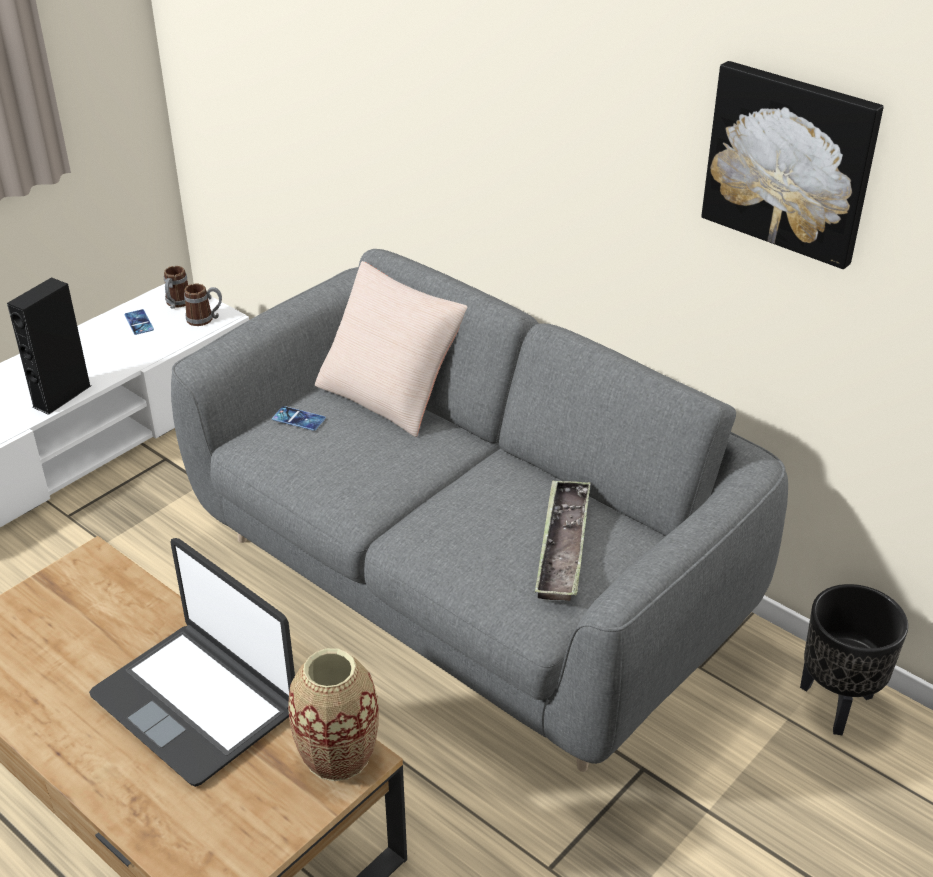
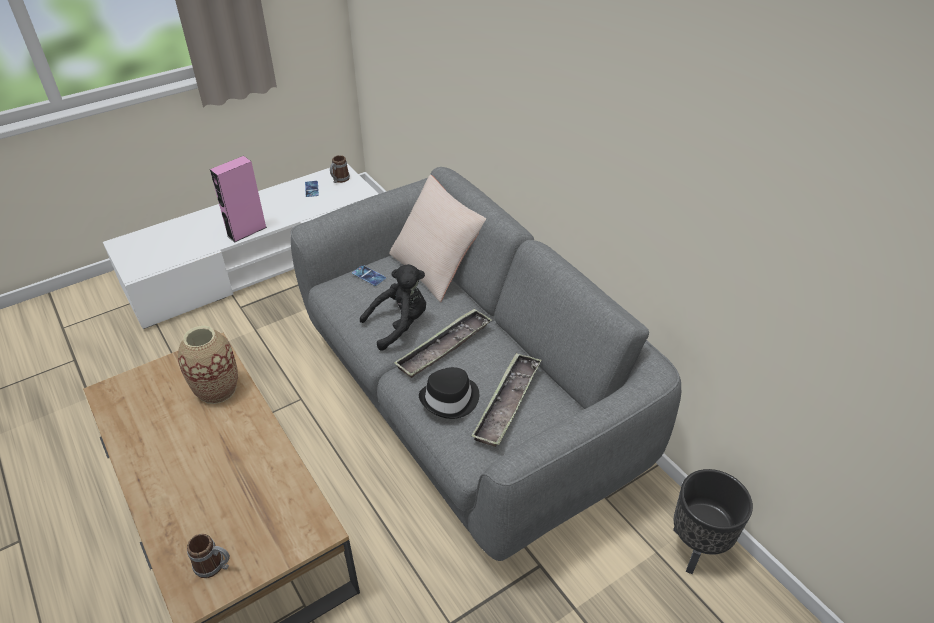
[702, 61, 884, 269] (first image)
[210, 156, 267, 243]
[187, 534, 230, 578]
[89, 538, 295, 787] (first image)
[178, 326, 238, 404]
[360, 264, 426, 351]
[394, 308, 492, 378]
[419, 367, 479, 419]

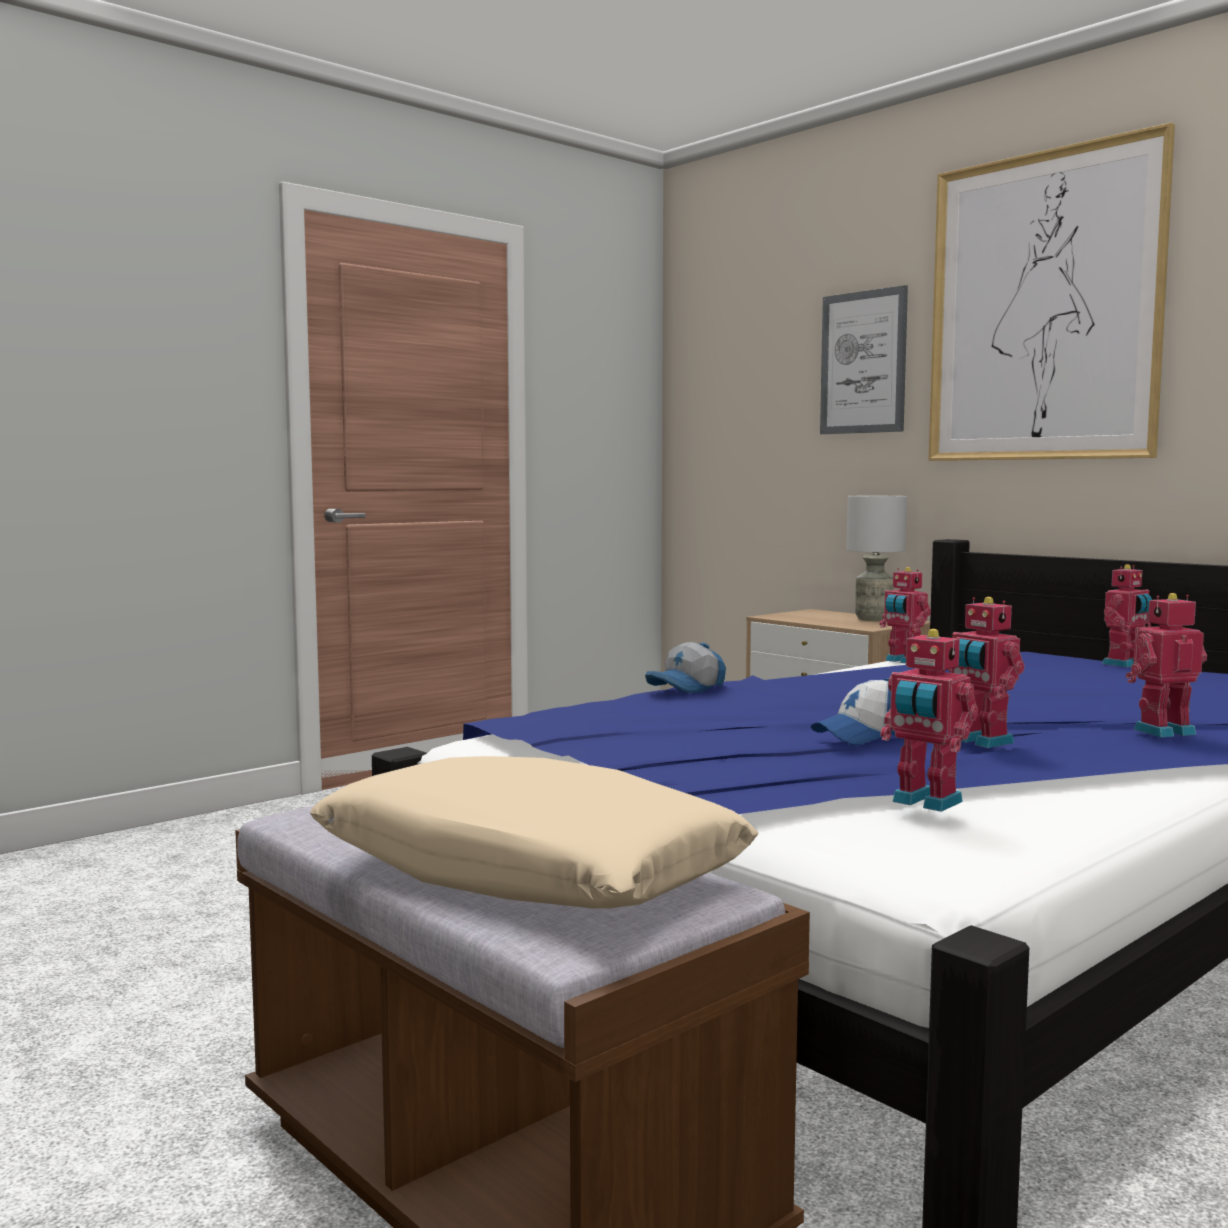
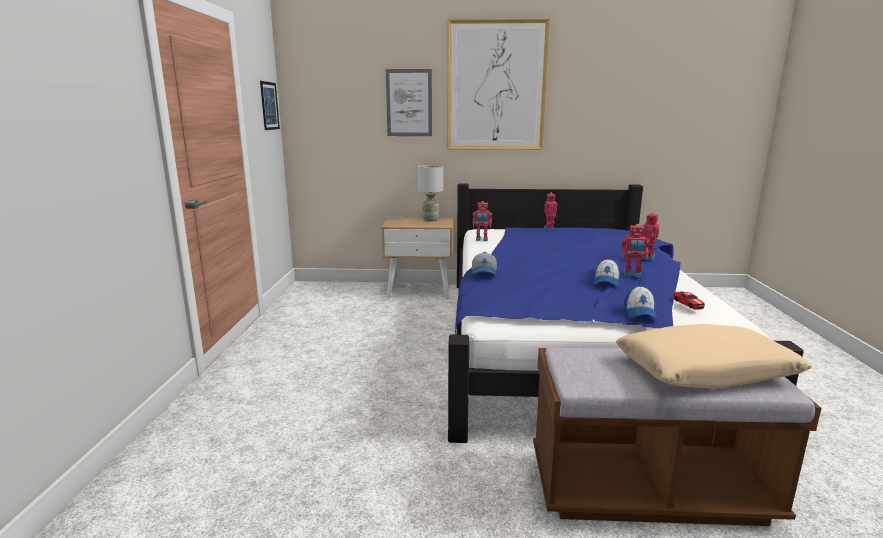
[673, 291, 705, 310]
[260, 81, 280, 130]
[624, 285, 657, 319]

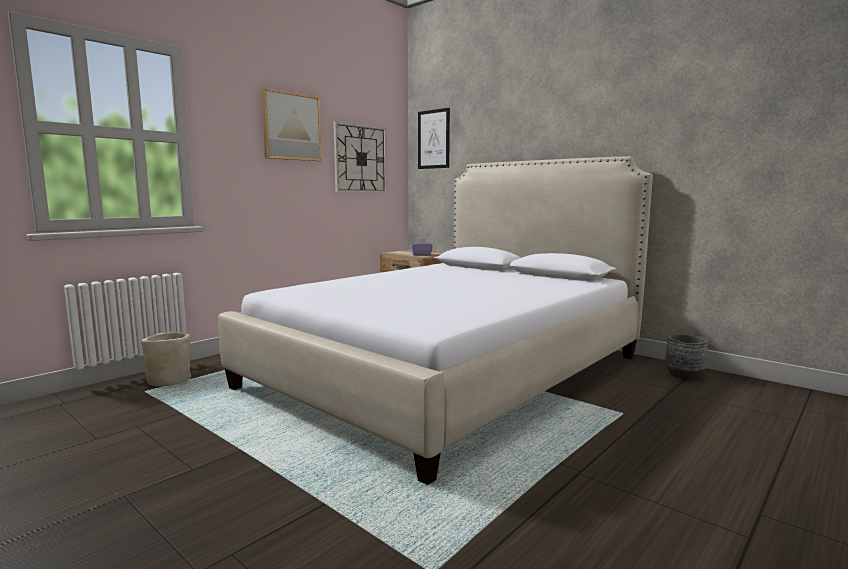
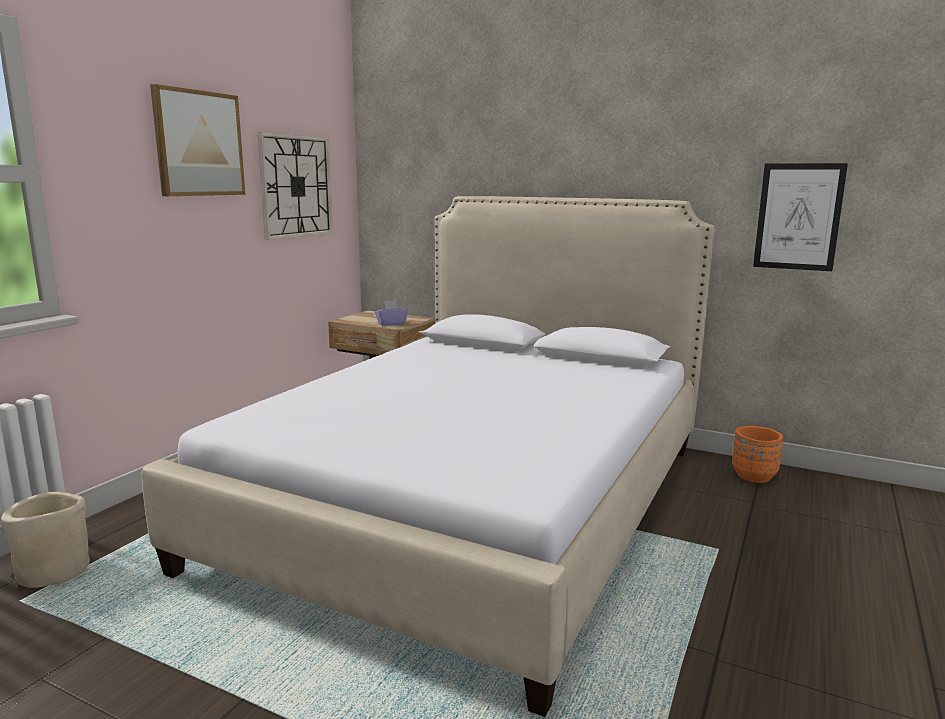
[753, 163, 848, 271]
[732, 426, 783, 483]

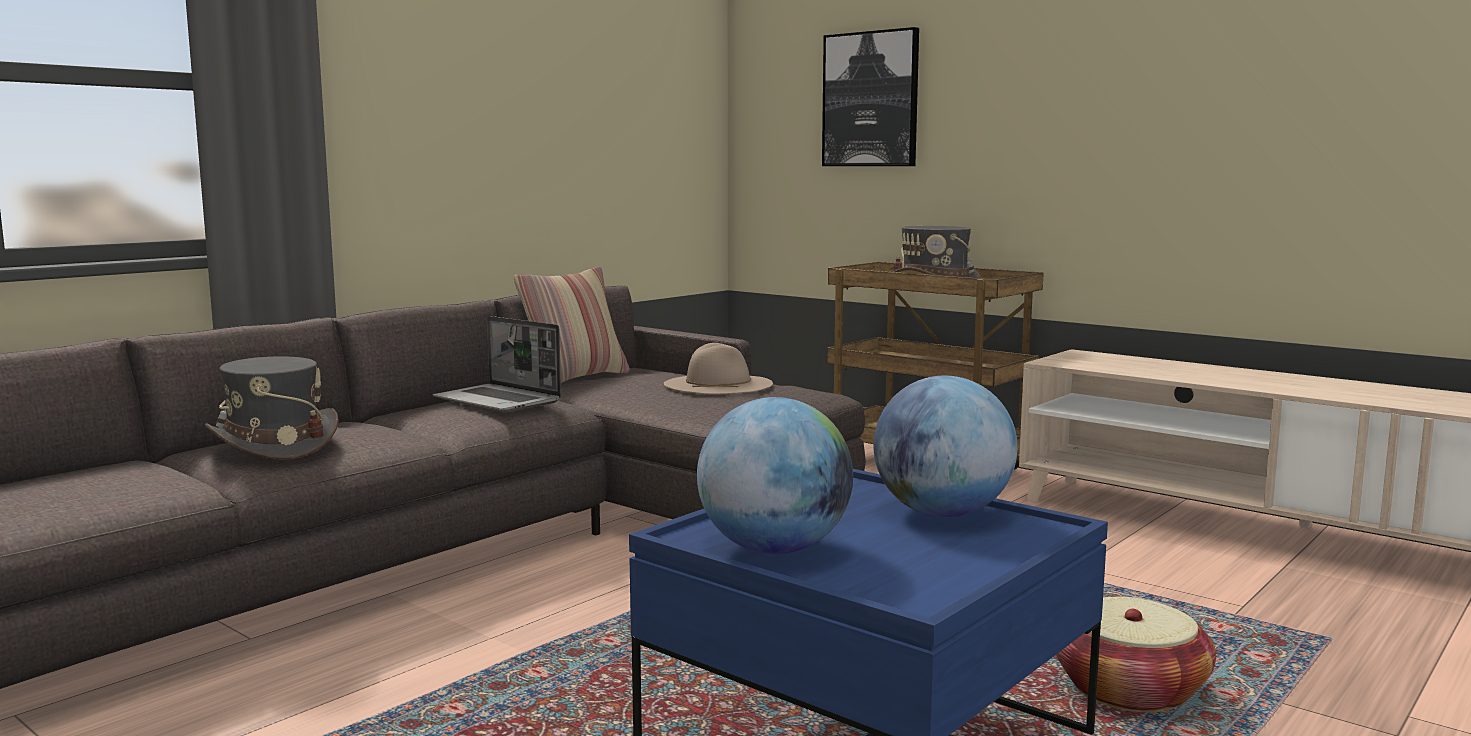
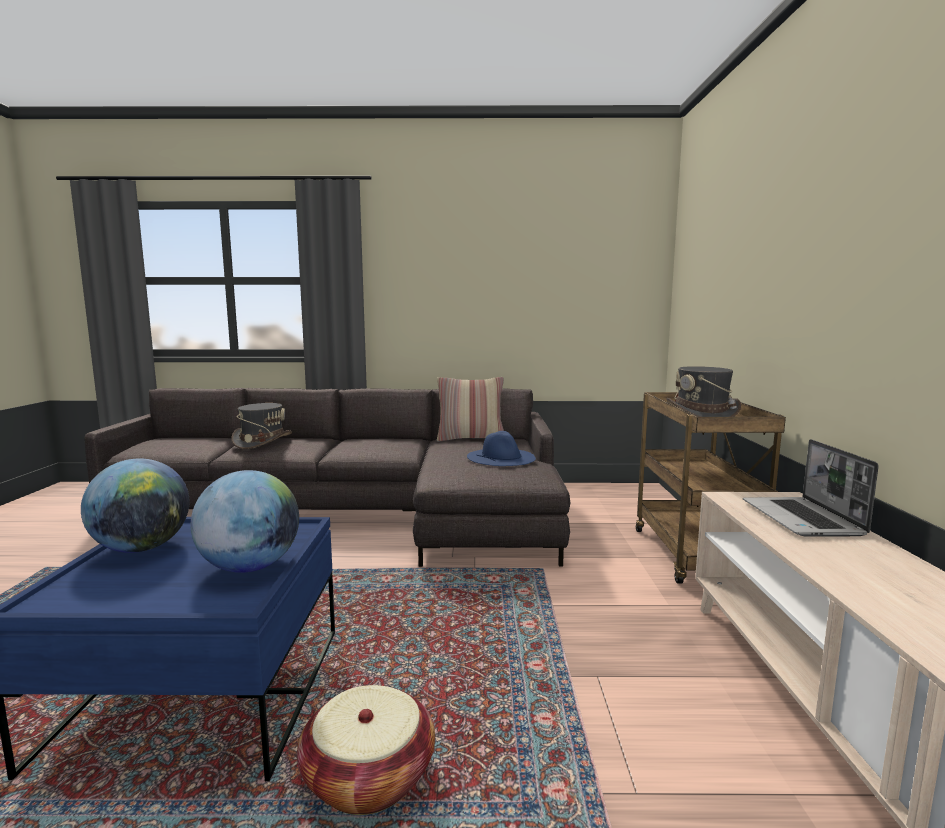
[822, 27, 919, 166] (first image)
[743, 439, 879, 536]
[467, 431, 536, 466]

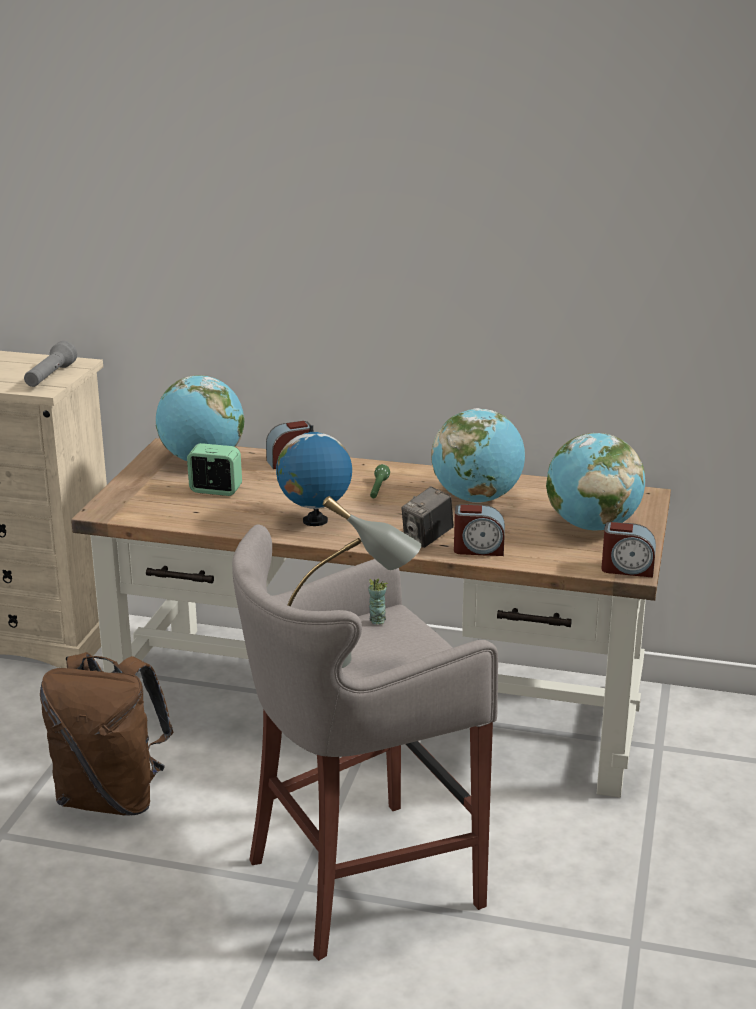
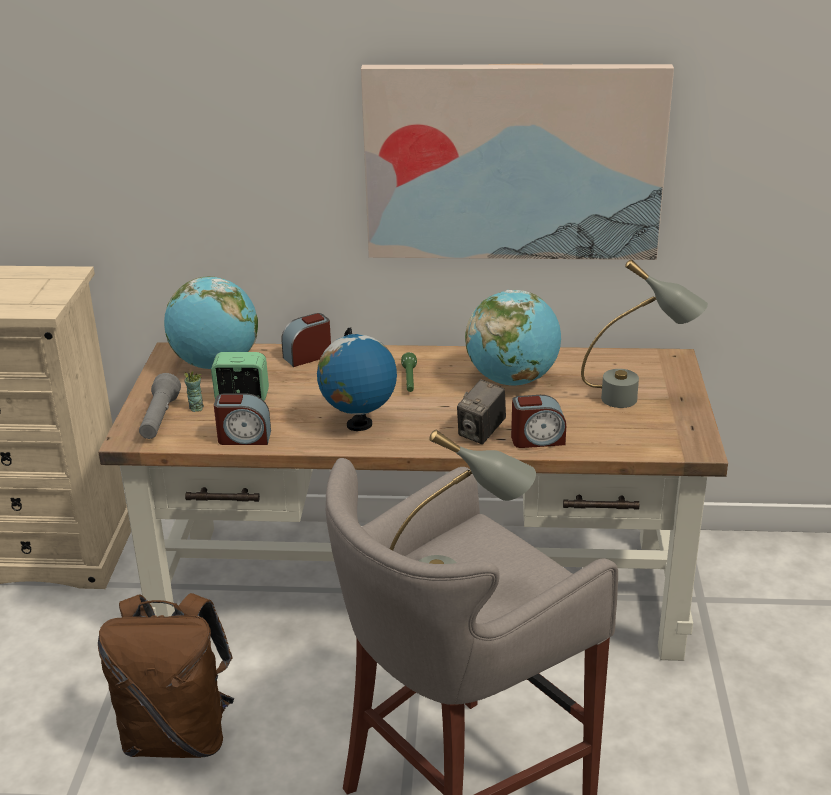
[139, 373, 181, 439]
[581, 259, 708, 408]
[214, 393, 271, 445]
[184, 371, 204, 412]
[361, 64, 674, 260]

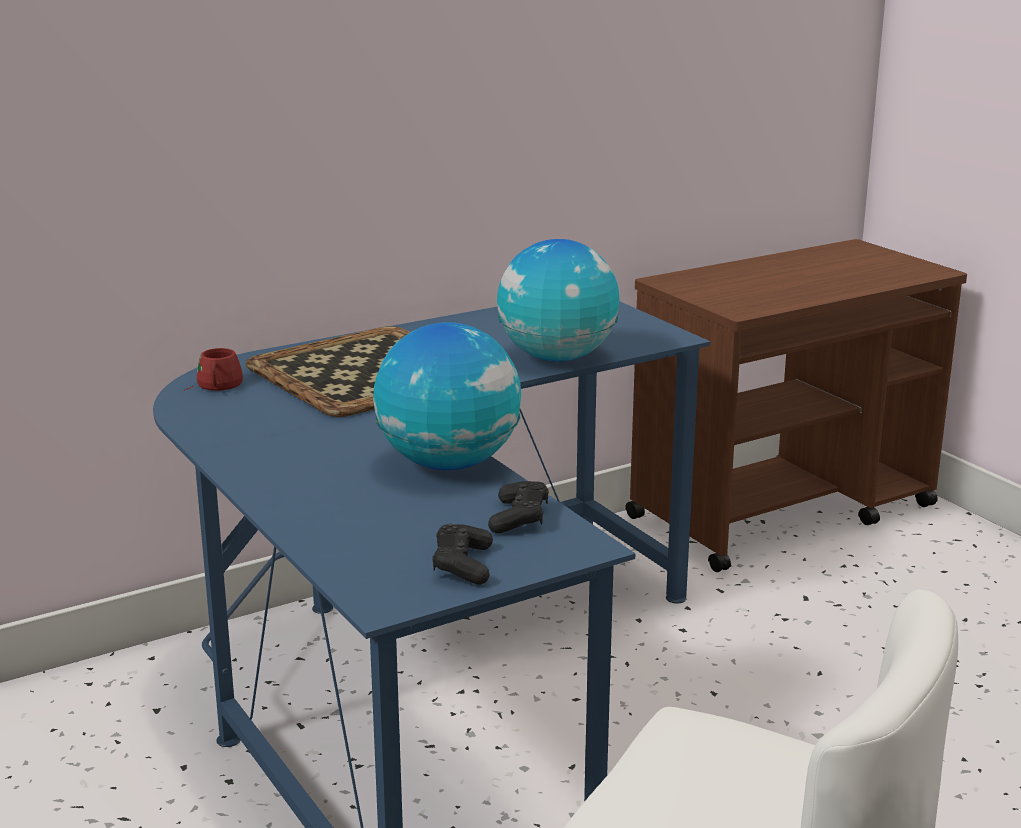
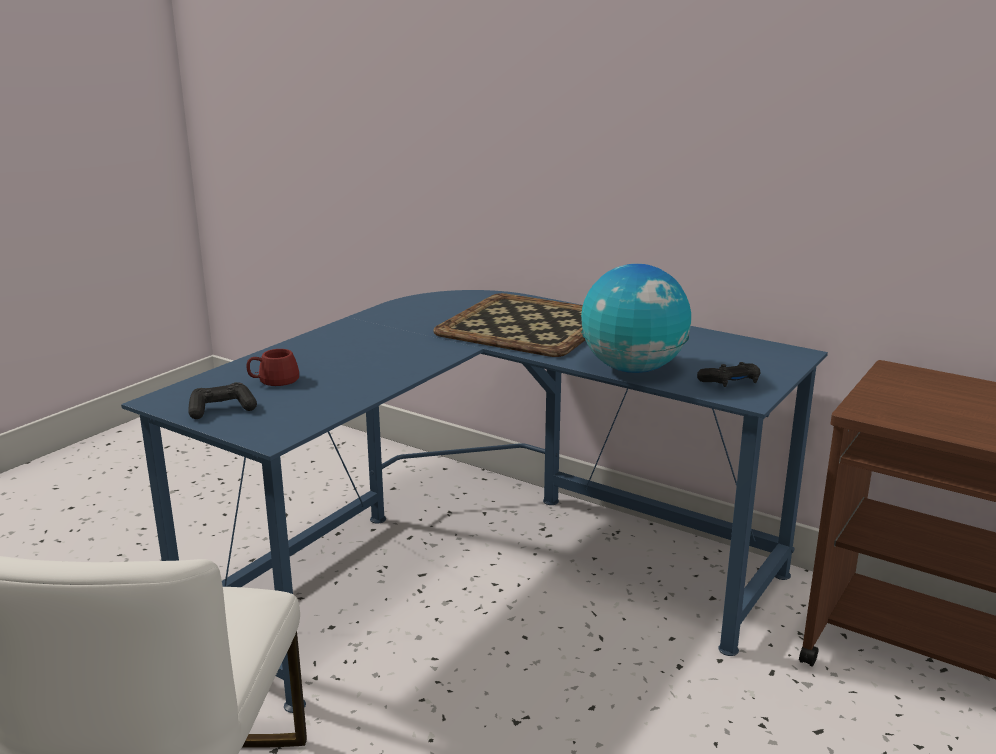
[373, 322, 521, 470] (first image)
[246, 349, 299, 386]
[697, 362, 760, 387]

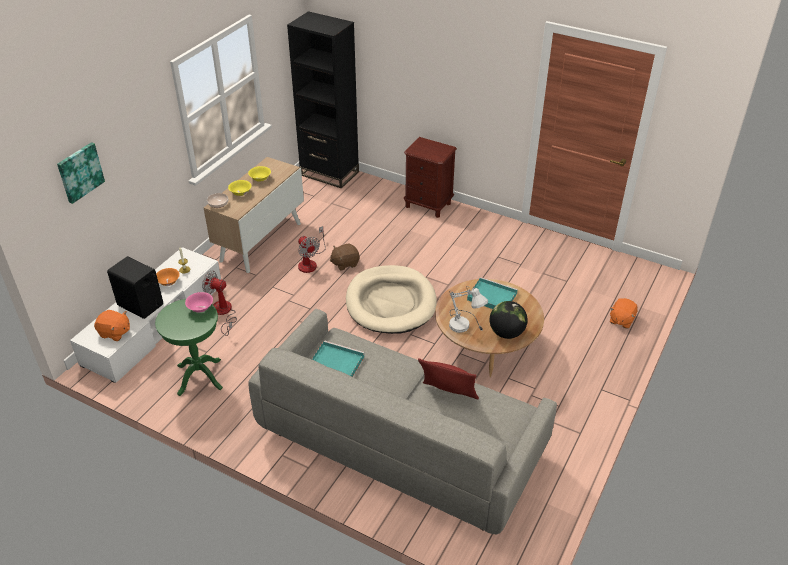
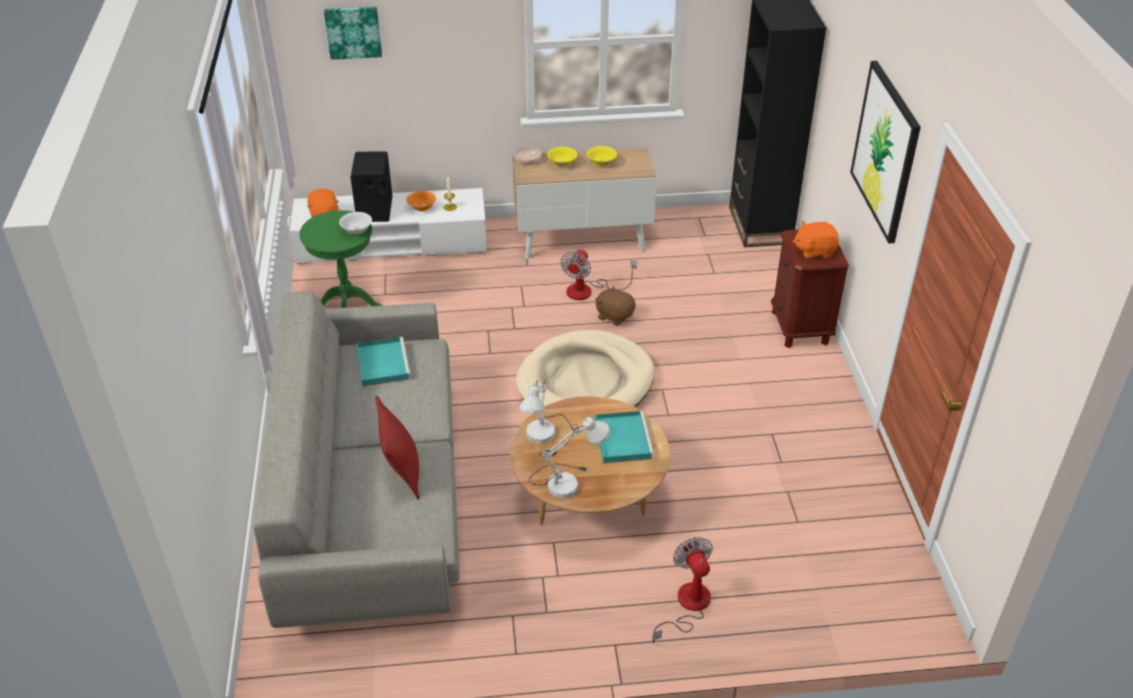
[653, 537, 713, 643]
[339, 212, 372, 234]
[793, 221, 839, 259]
[529, 417, 611, 498]
[850, 61, 921, 244]

